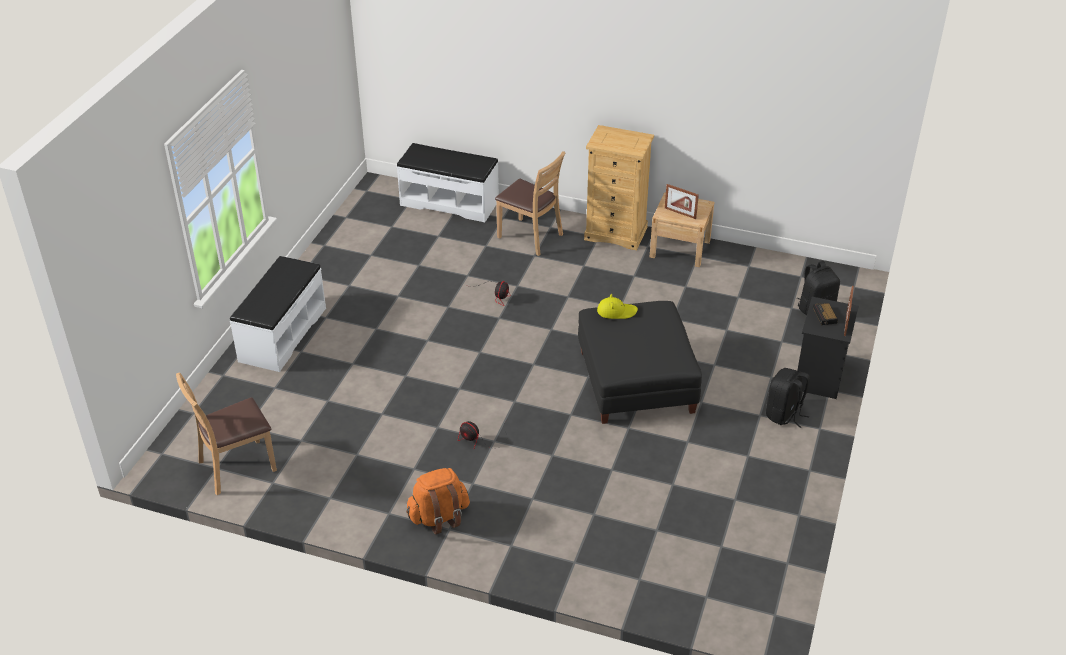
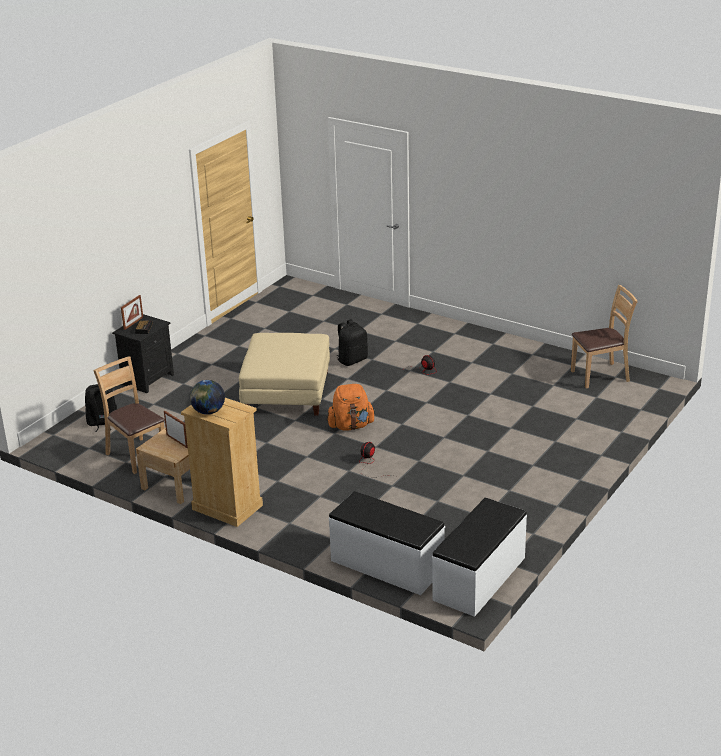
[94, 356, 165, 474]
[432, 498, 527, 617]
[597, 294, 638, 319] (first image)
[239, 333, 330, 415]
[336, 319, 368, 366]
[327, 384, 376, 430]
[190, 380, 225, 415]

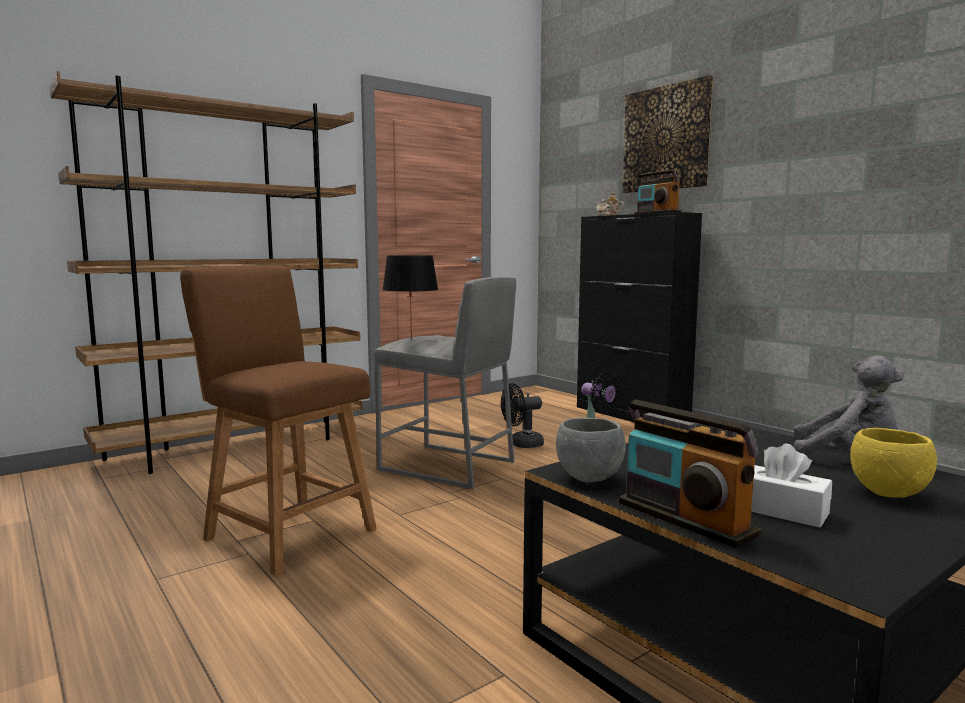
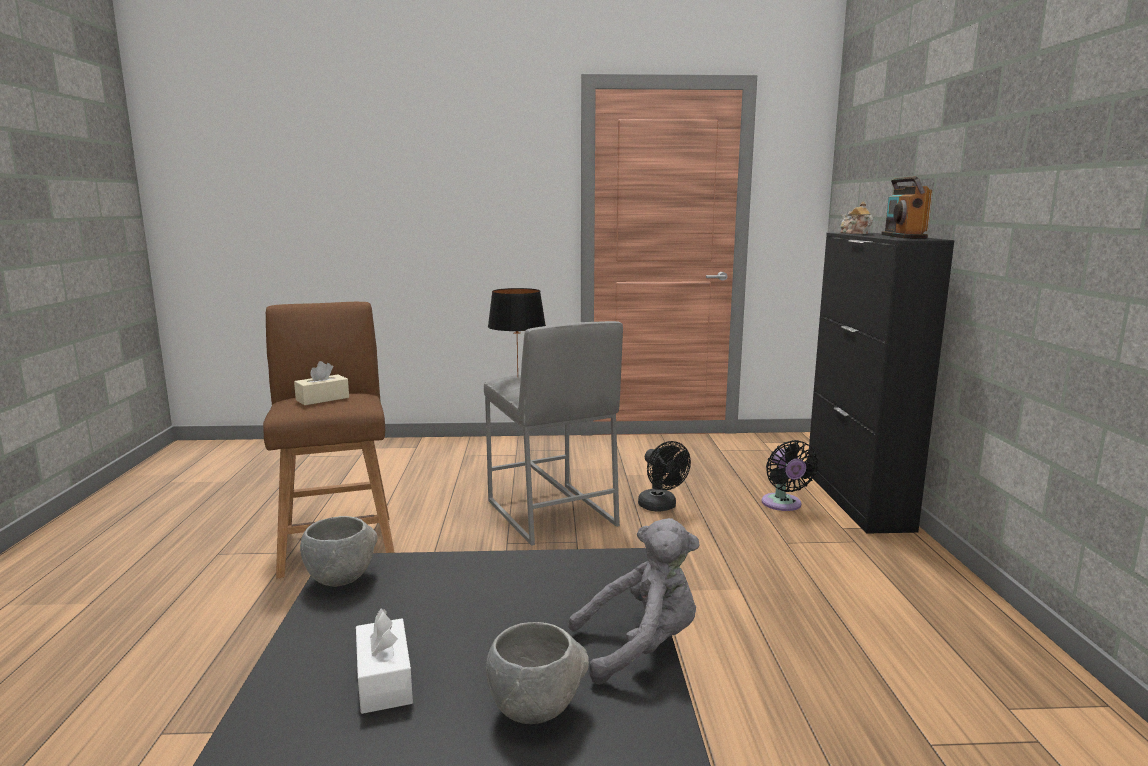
[50, 71, 362, 474] (first image)
[623, 75, 713, 193] (first image)
[568, 518, 700, 685]
[638, 441, 691, 512]
[619, 400, 761, 548] (first image)
[486, 622, 589, 724]
[294, 361, 349, 405]

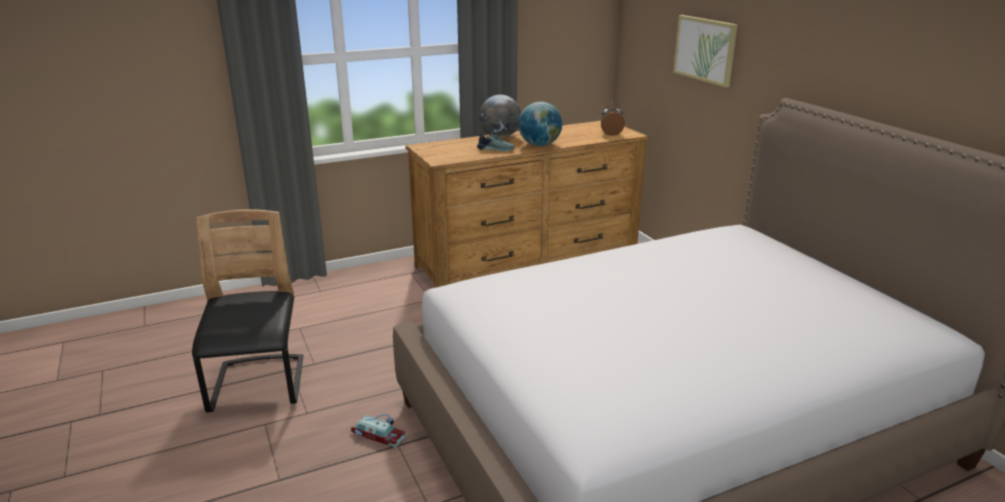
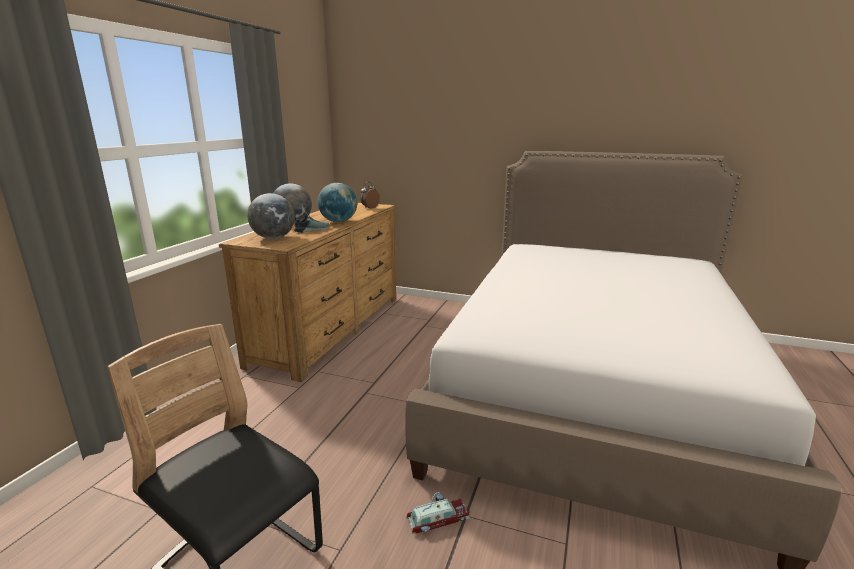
[673, 15, 738, 87] (first image)
[247, 193, 295, 239]

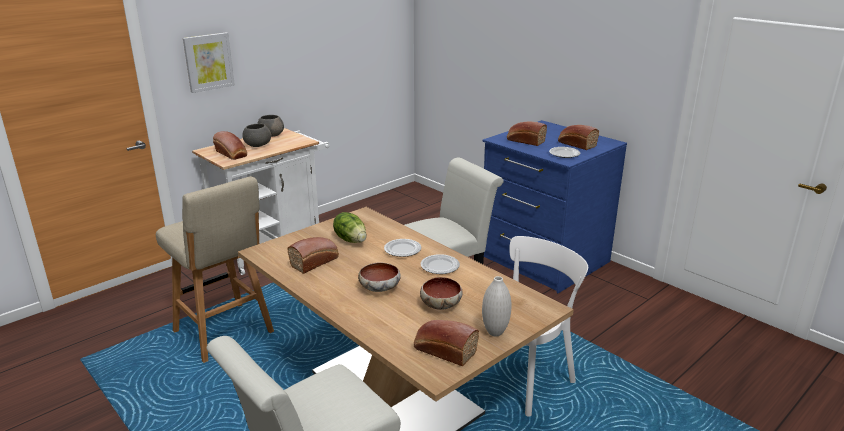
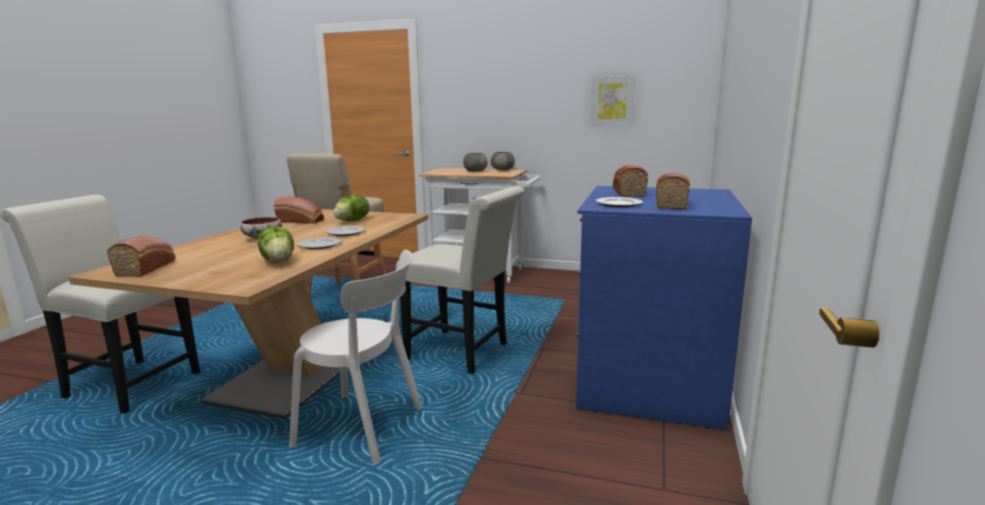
[590, 75, 635, 126]
[213, 131, 247, 160] (first image)
[482, 276, 511, 336] (first image)
[420, 277, 462, 310] (first image)
[258, 226, 294, 263]

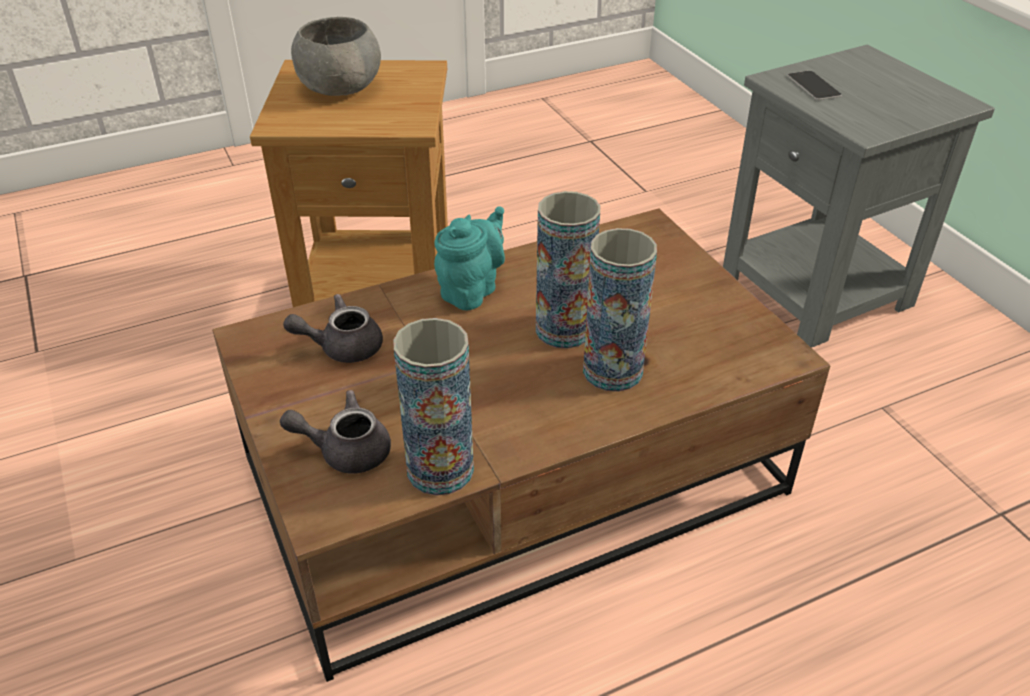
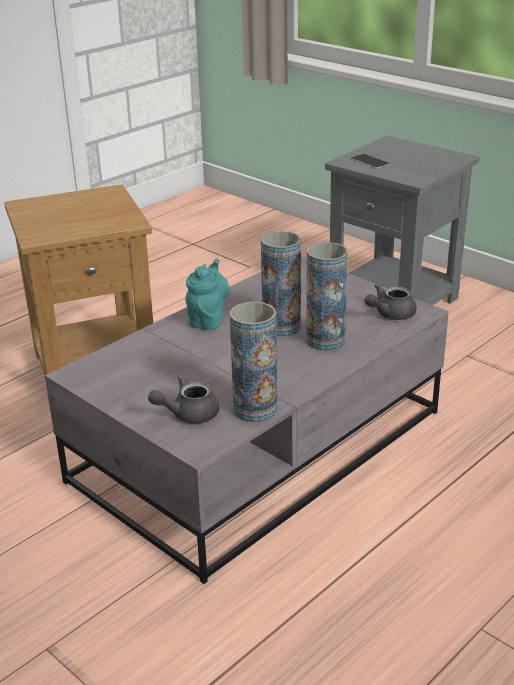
[291, 17, 381, 96] (first image)
[45, 256, 449, 584]
[365, 283, 417, 320]

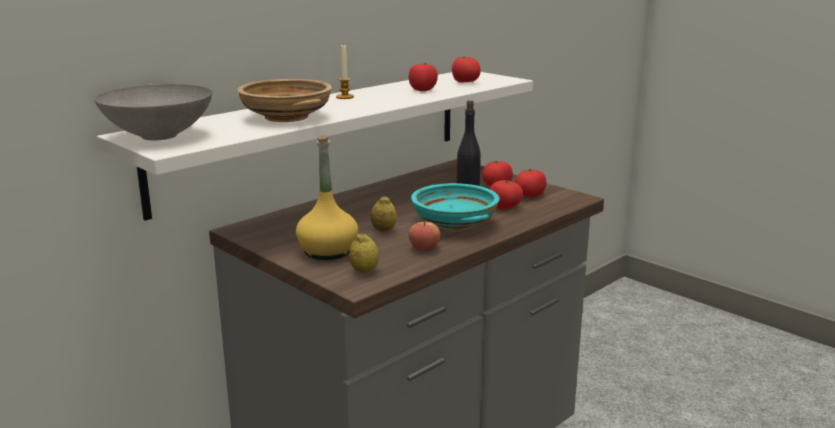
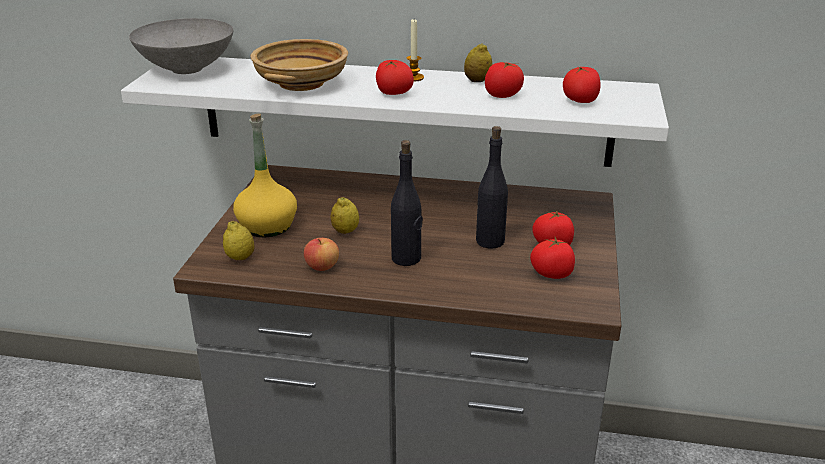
[376, 60, 414, 95]
[391, 140, 423, 266]
[464, 43, 492, 82]

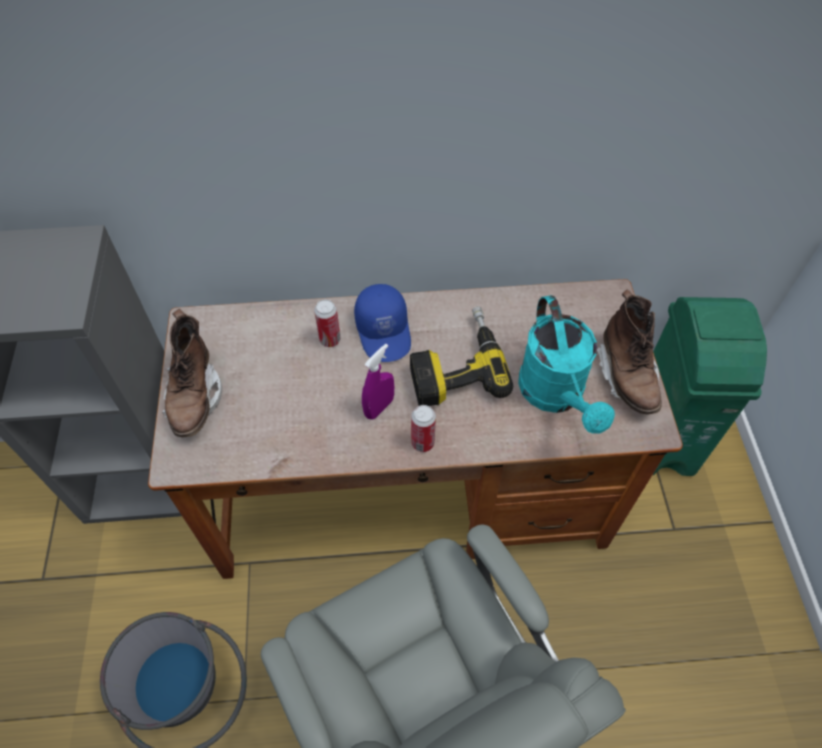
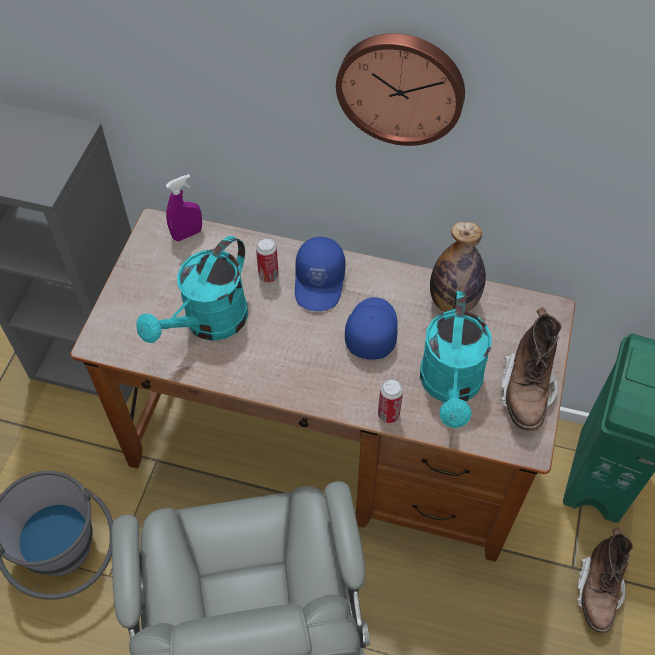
[345, 297, 398, 360]
[577, 528, 633, 633]
[166, 174, 202, 241]
[378, 379, 403, 423]
[336, 33, 465, 146]
[430, 222, 486, 312]
[136, 236, 248, 343]

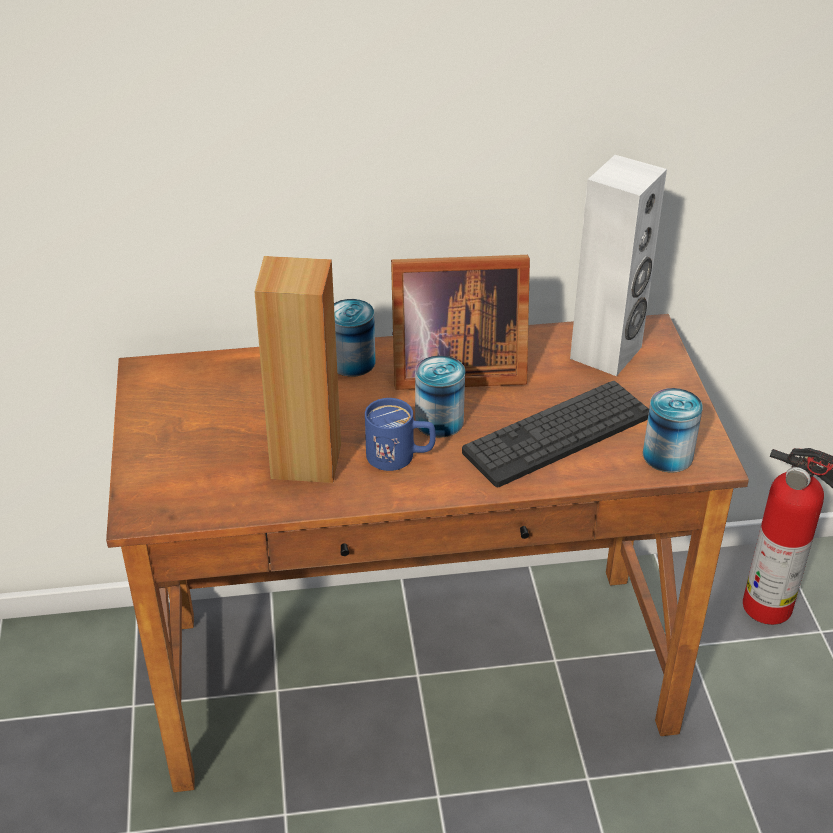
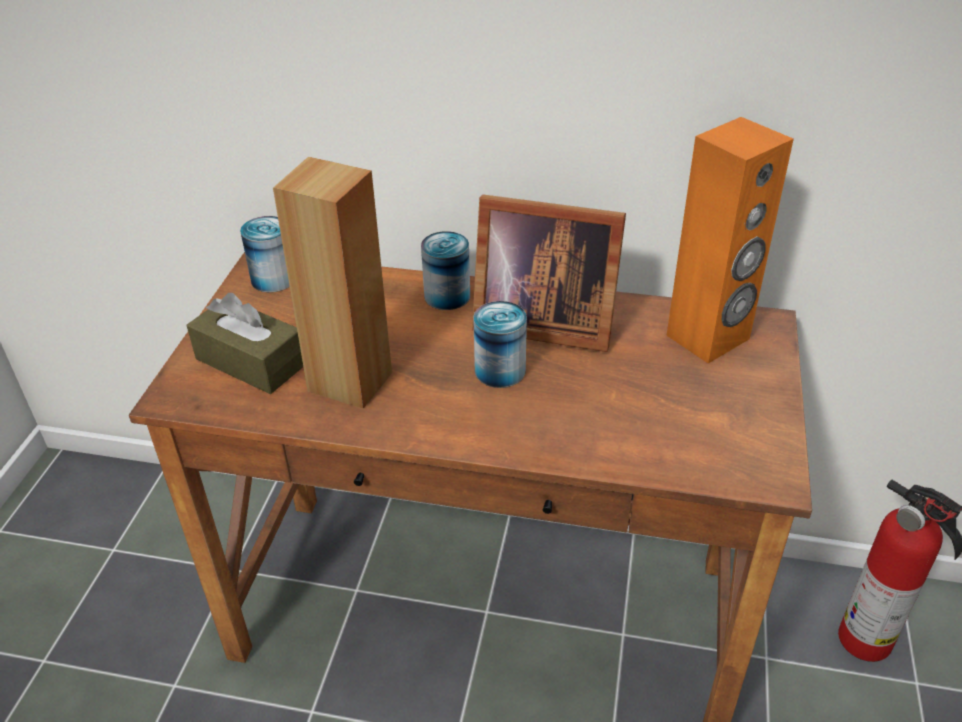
[666, 117, 794, 363]
[462, 381, 649, 487] (first image)
[240, 216, 290, 292]
[365, 398, 436, 471] (first image)
[187, 293, 303, 394]

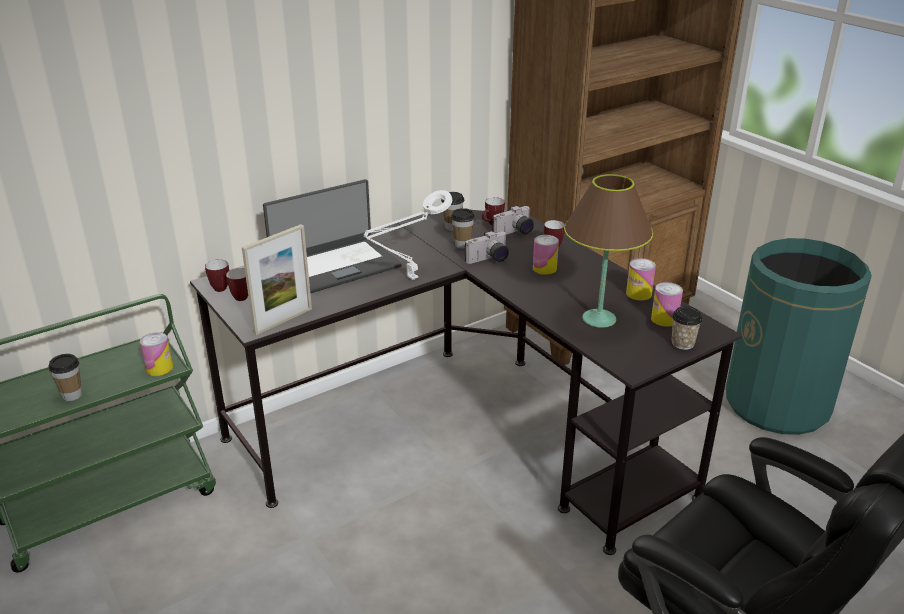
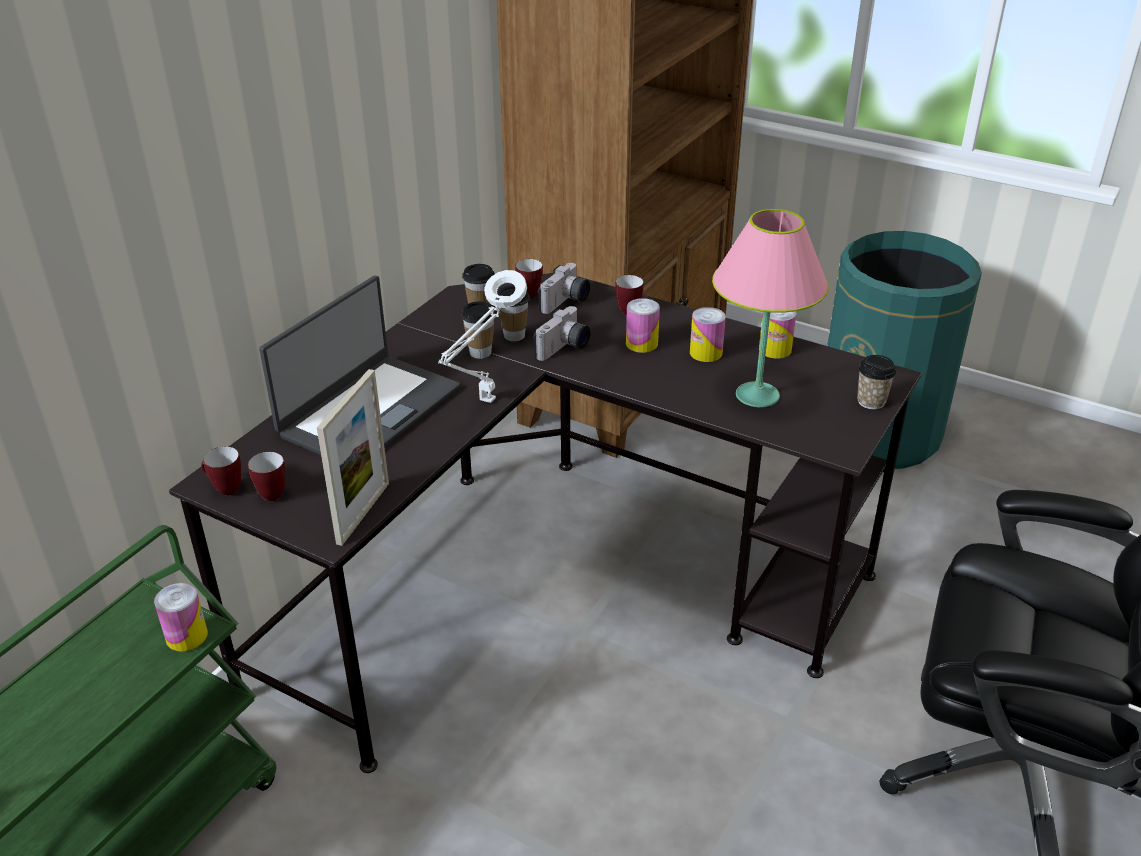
[712, 209, 829, 407]
[690, 307, 726, 362]
[461, 301, 496, 359]

